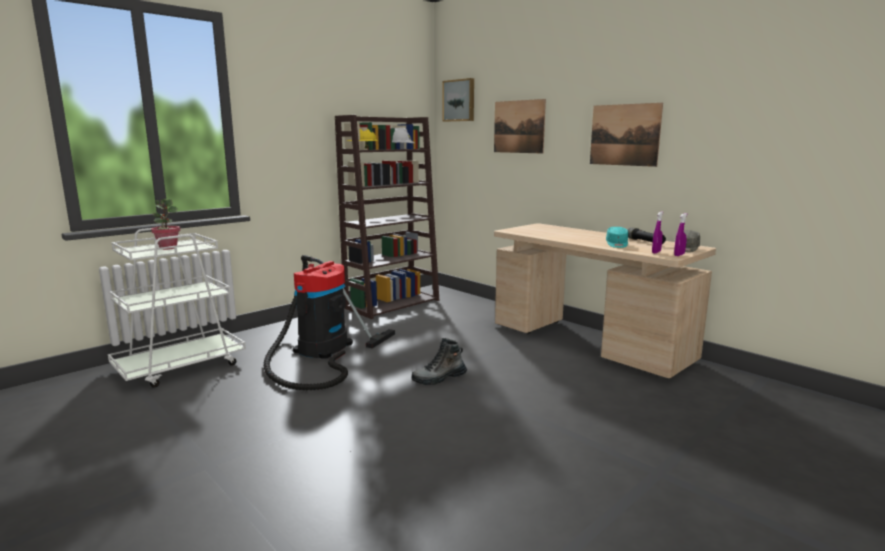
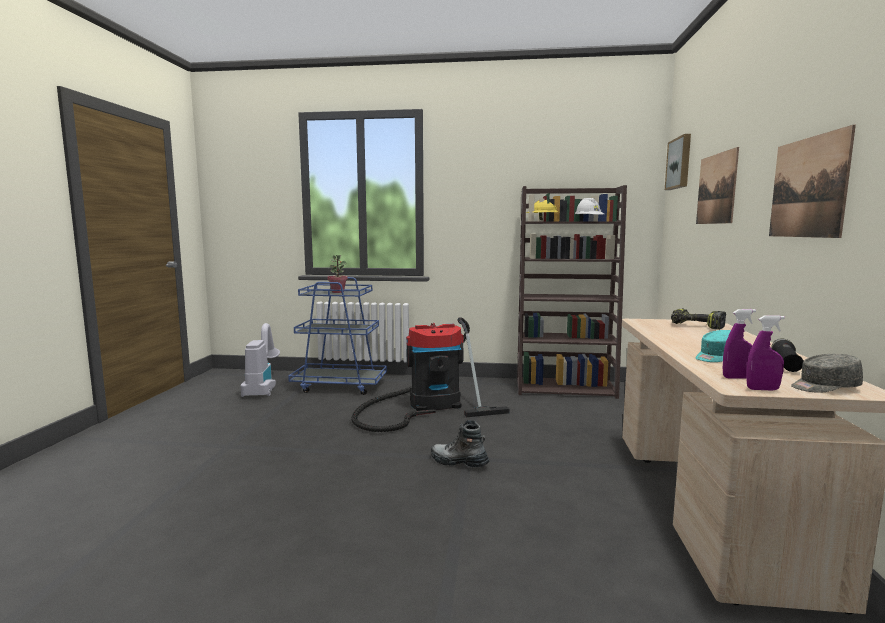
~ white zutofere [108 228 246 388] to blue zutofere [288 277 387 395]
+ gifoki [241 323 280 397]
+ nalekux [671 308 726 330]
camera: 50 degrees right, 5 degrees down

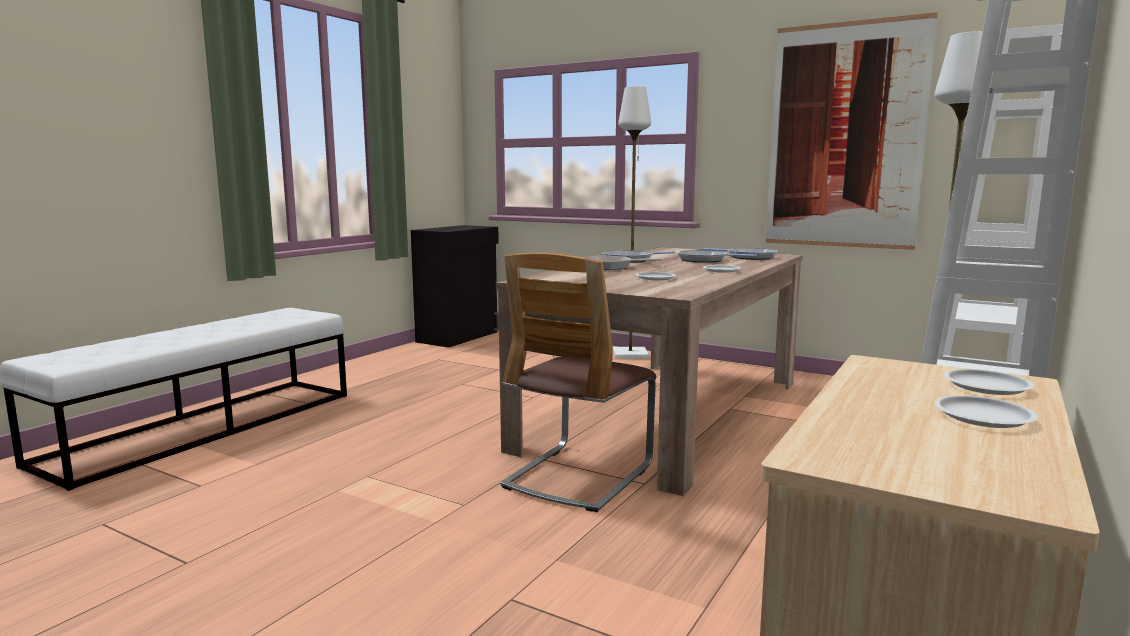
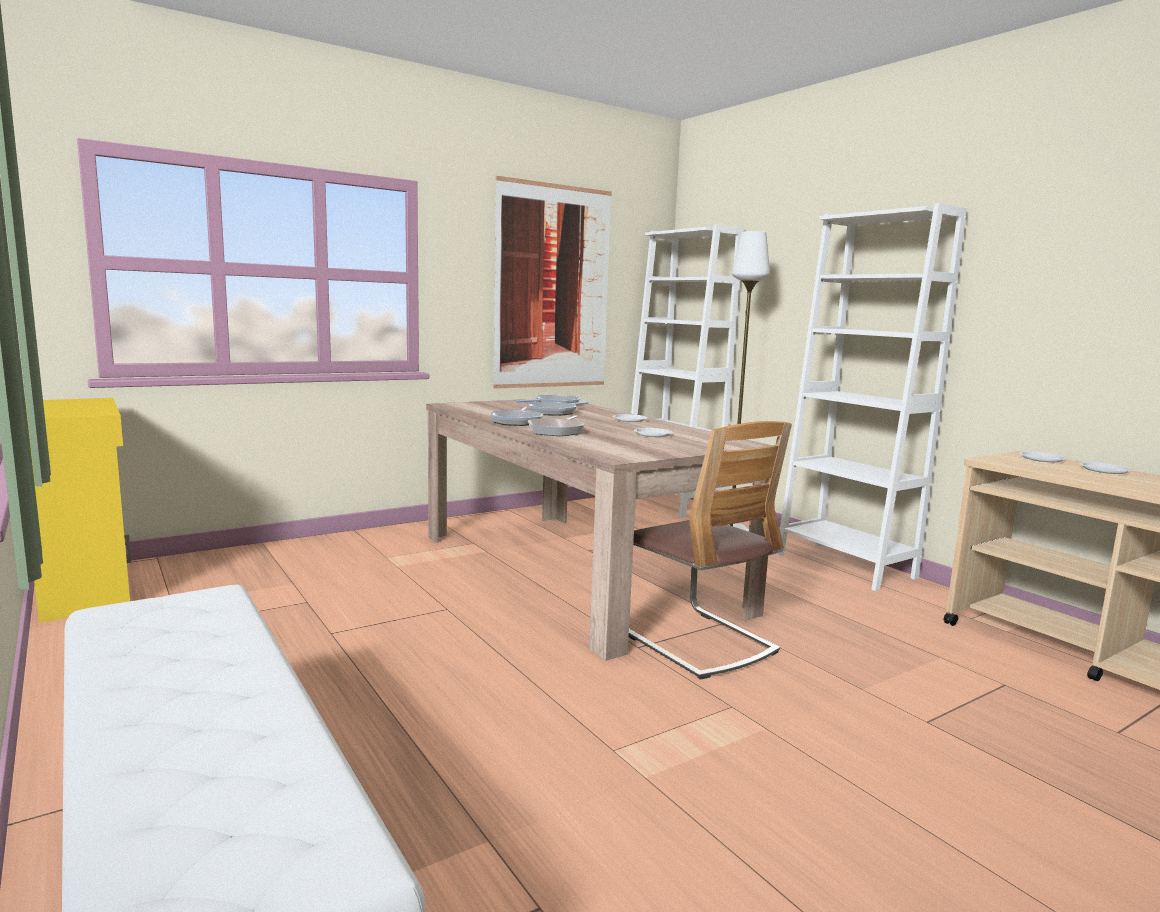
~ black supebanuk [411 225 499 348] to yellow supebanuk [25 398 131 623]
- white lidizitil [613 86 651 359]
camera: 65 degrees left, 0 degrees up

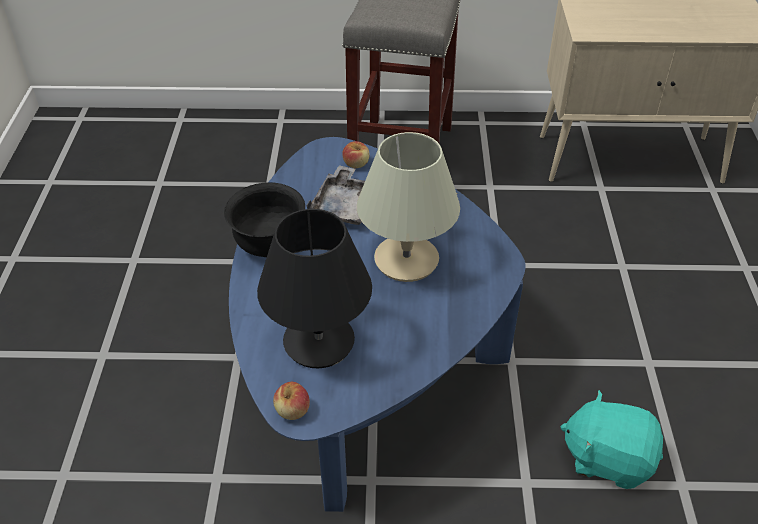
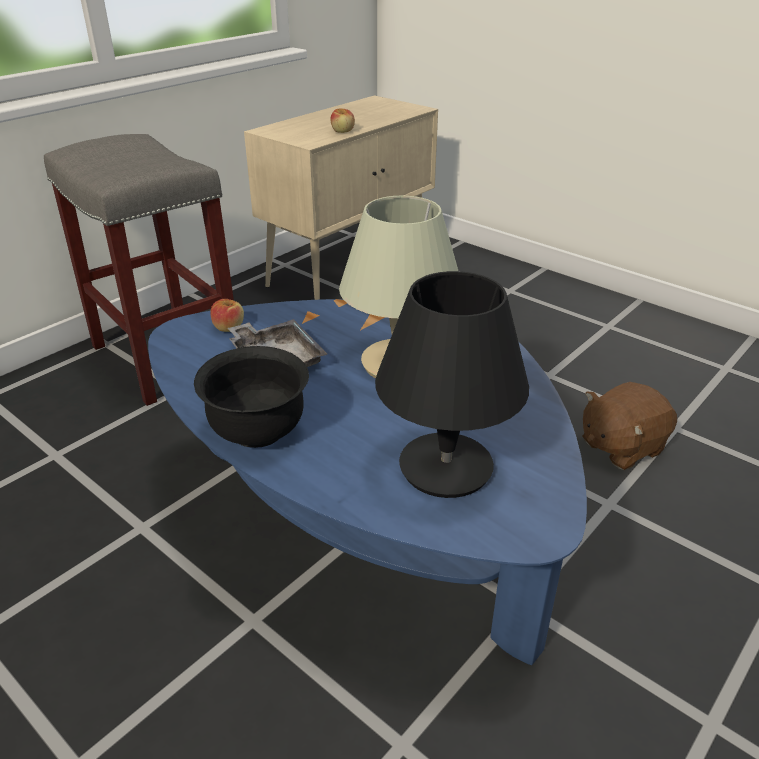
~ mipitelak [273 382 310 420] to [331 109 355 133]
~ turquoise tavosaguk [560 390 663 489] to brown tavosaguk [582 382 677 470]
camera: 50 degrees left, 10 degrees down

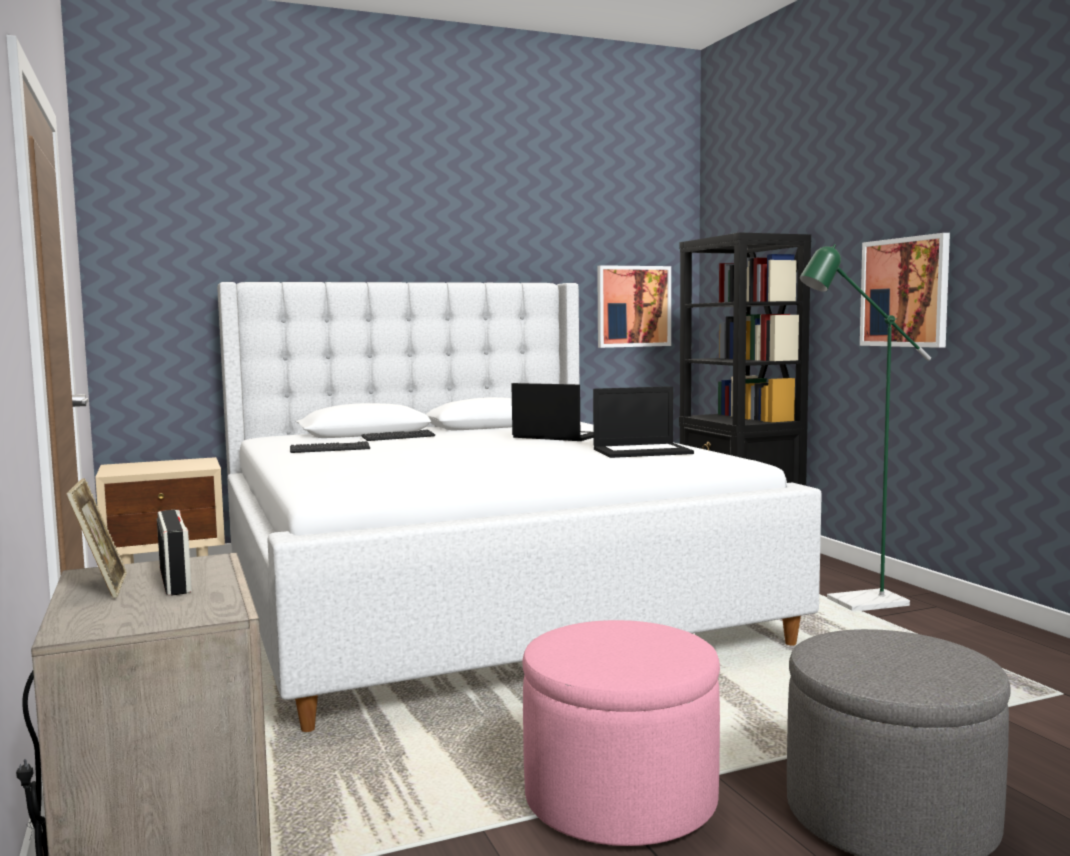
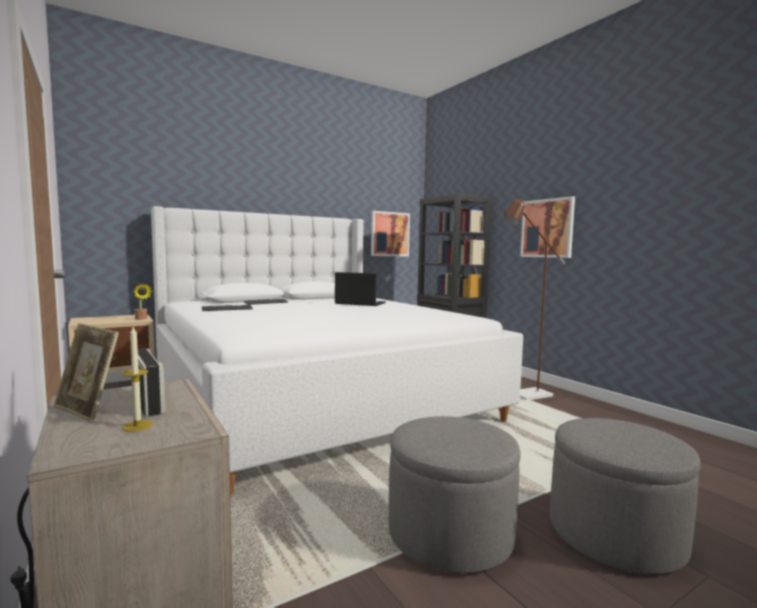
~ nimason [66 478 127 598] = [54 323 119 422] 150 degrees clockwise
~ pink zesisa [522 620 720 846] to grey zesisa [389 416 521 573]
- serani [593 386 694 458]
~ green lidizitil [800 244 931 611] to brown lidizitil [503 198 565 400]
+ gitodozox [122 327 153 432]
+ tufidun [134 283 153 320]
camera: 10 degrees left, 0 degrees up

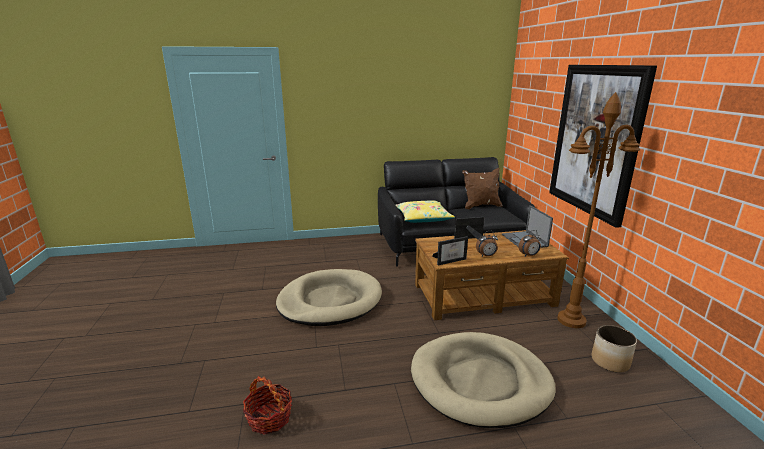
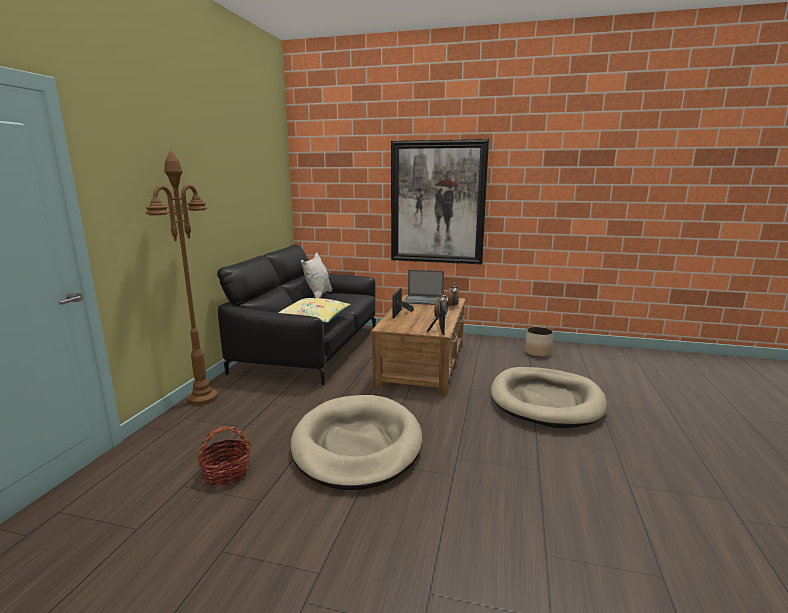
~ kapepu [243 376 292 435] to [197 426 251 486]
~ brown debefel [462 168 502 209] to white debefel [301 252 332 298]
~ brown lidizitil [557 92 640 328] to [146 150 218 405]
camera: 65 degrees left, 5 degrees down

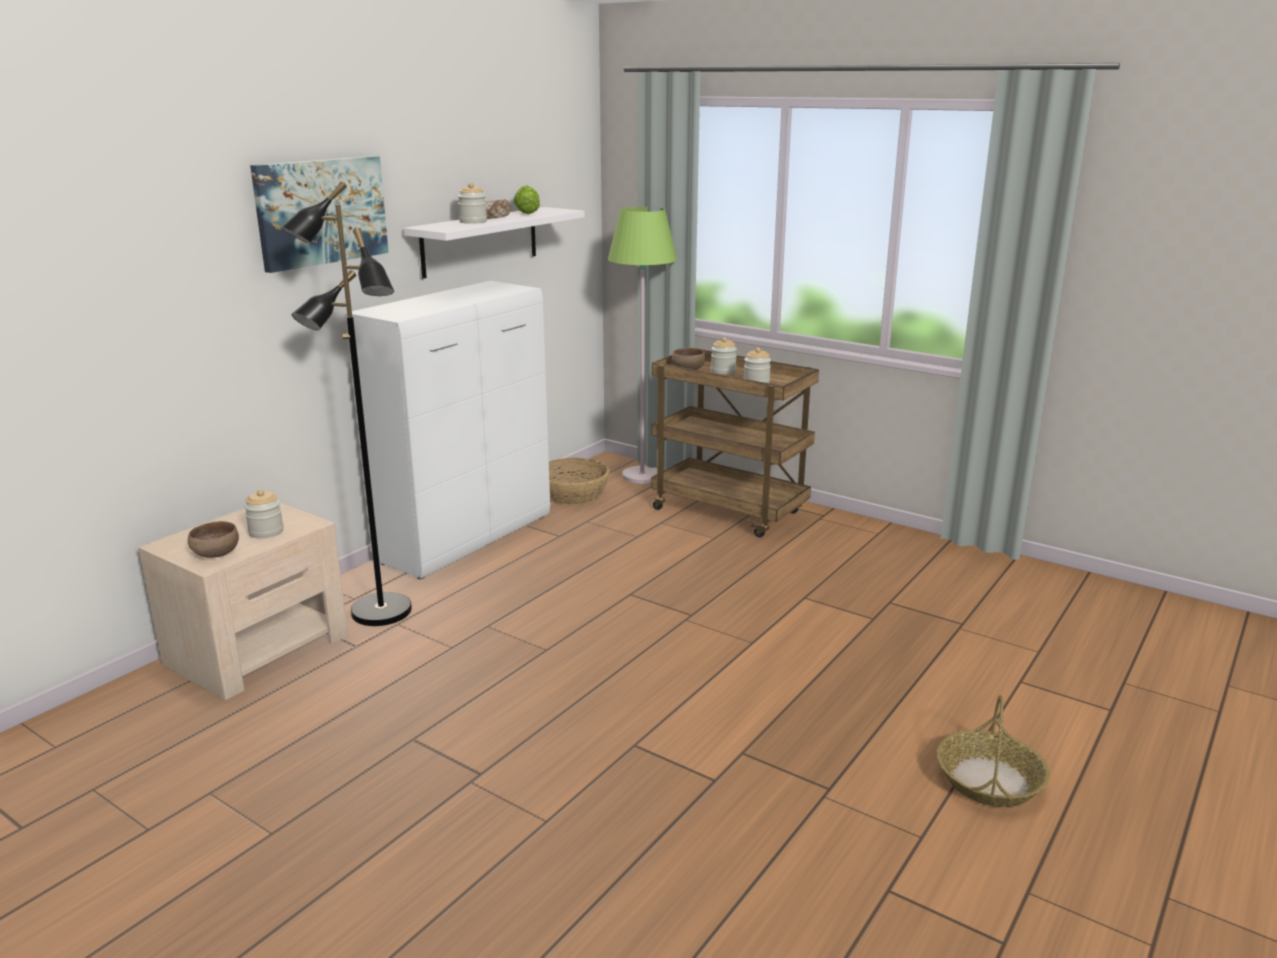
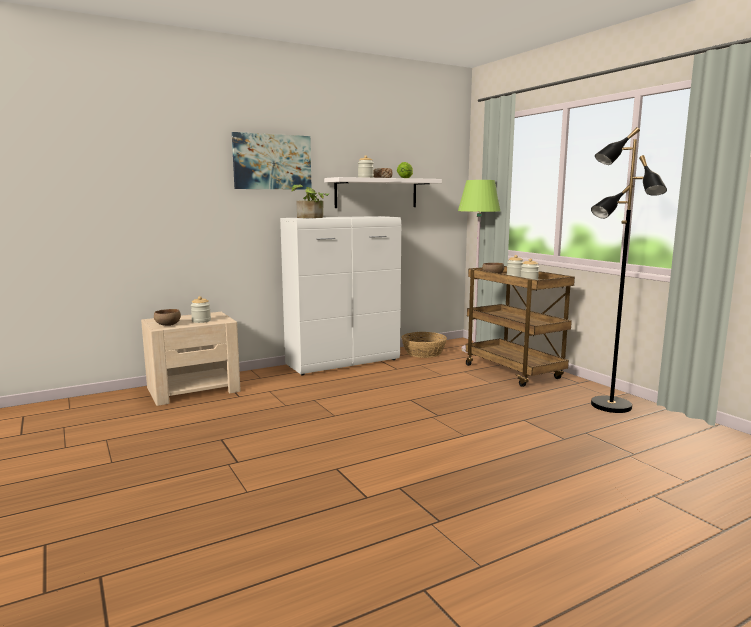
~ black lidizitil [281 181 412 626] to [591 127 667 413]
- kapepu [937 695 1050 807]
+ tufidun [292 184 329 218]
camera: 25 degrees right, 10 degrees down

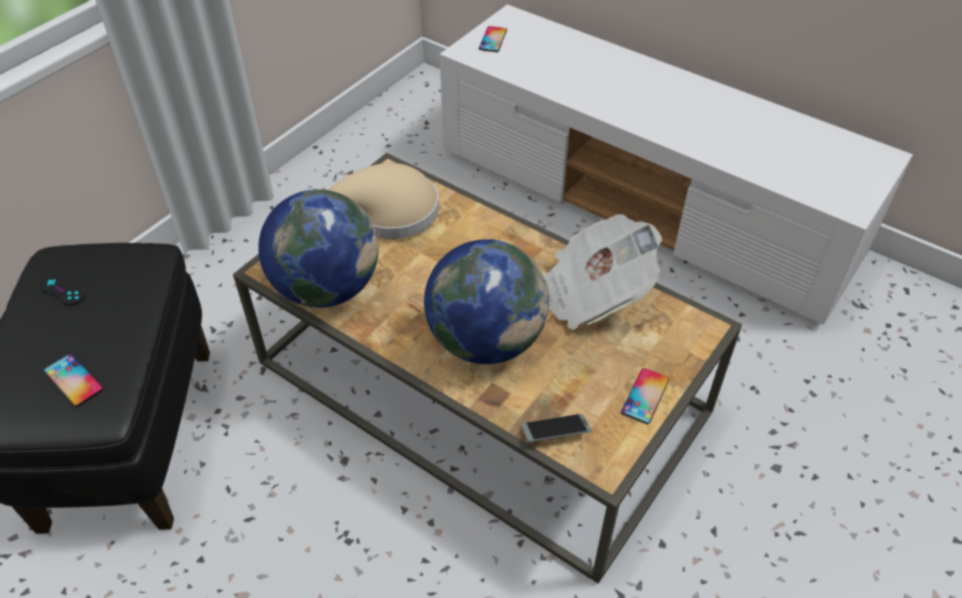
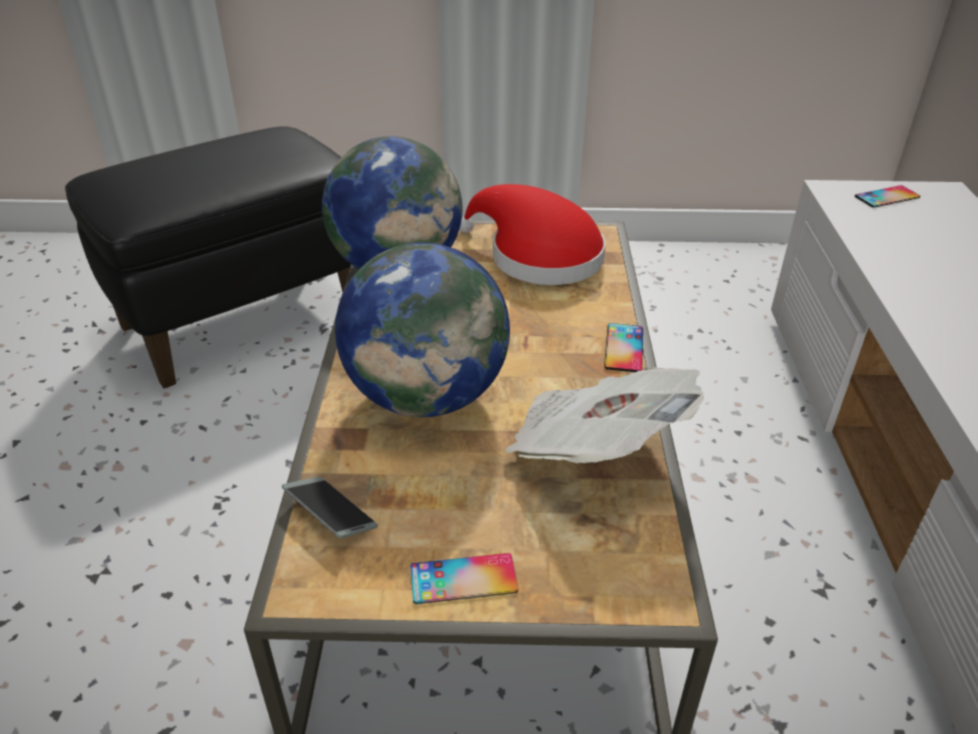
- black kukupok [40 274 86 306]
~ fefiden [44 354 103 407] to [604 323 643 372]
~ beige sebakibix [329 163 439 239] to red sebakibix [459 184 605 285]
camera: 55 degrees right, 10 degrees down

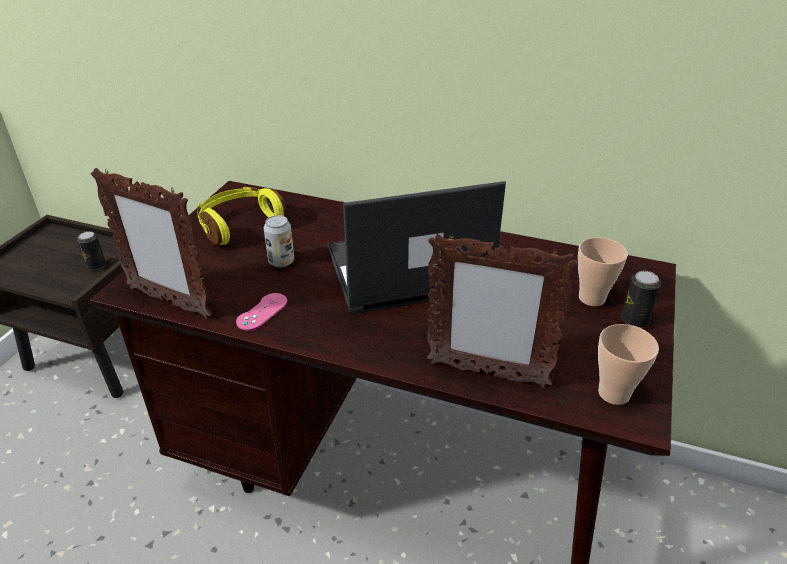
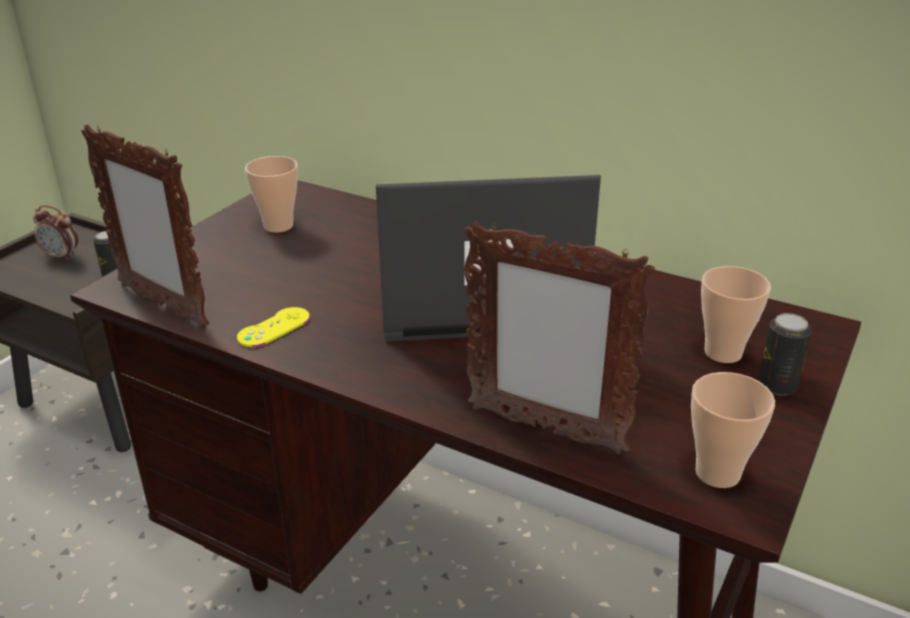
~ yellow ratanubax [197 187 287 245] to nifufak [245 156 298 233]
~ pink kukupok [236 293 288 331] to yellow kukupok [237 307 310 347]
- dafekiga [264 215 294 267]
+ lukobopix [33 205 78 261]
camera: 10 degrees right, 5 degrees down

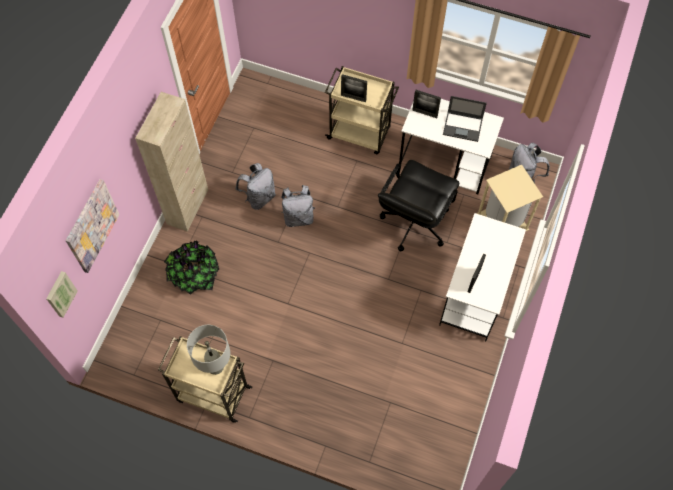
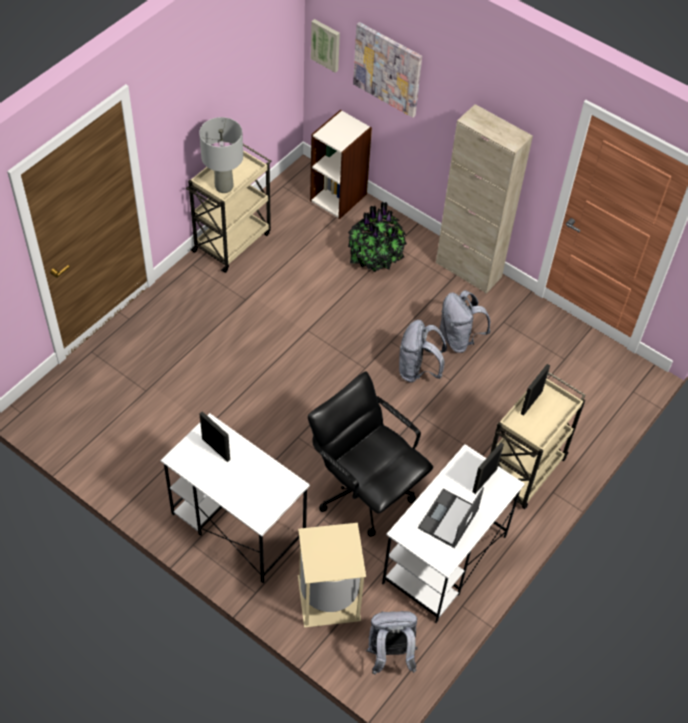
+ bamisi [310 110 372 219]
camera: 105 degrees right, 10 degrees down

